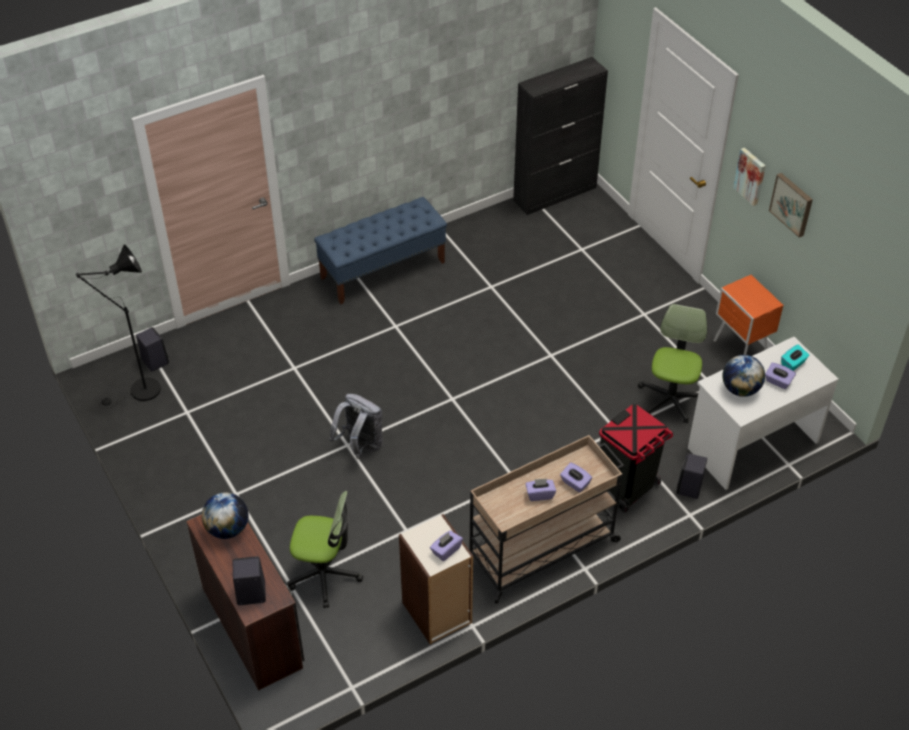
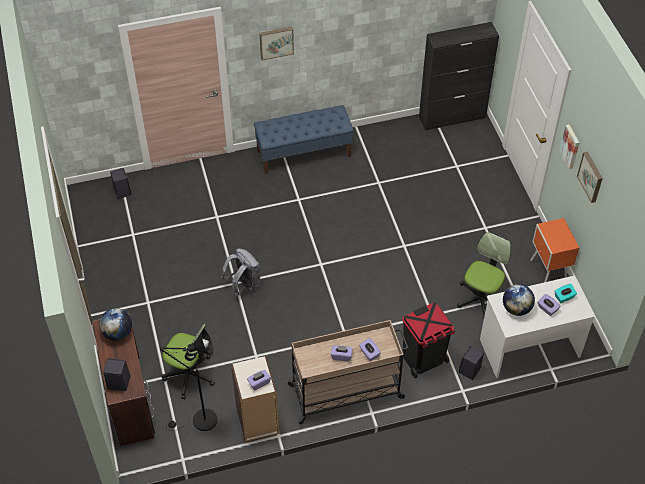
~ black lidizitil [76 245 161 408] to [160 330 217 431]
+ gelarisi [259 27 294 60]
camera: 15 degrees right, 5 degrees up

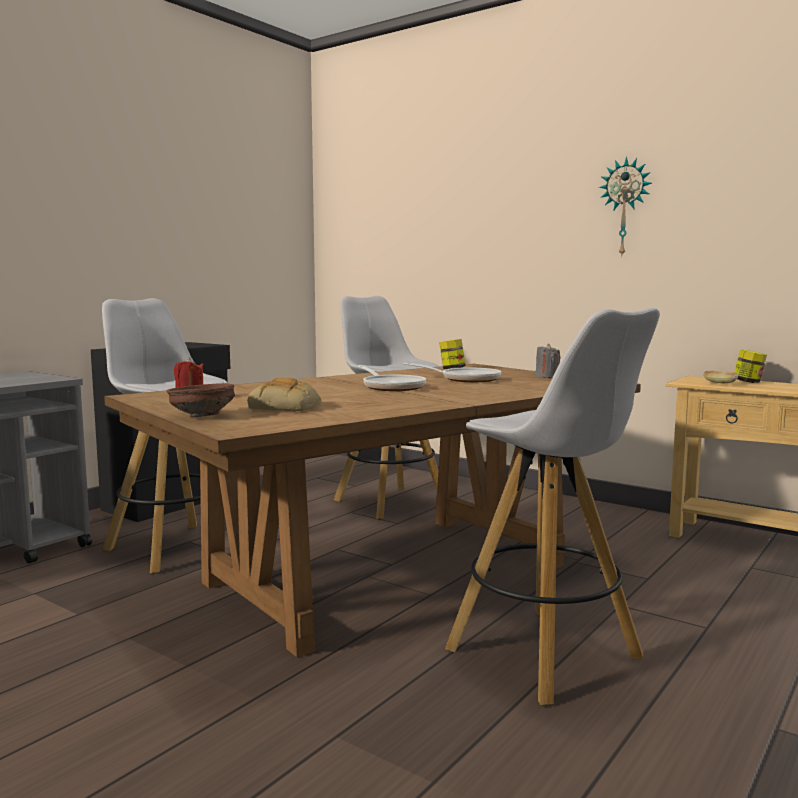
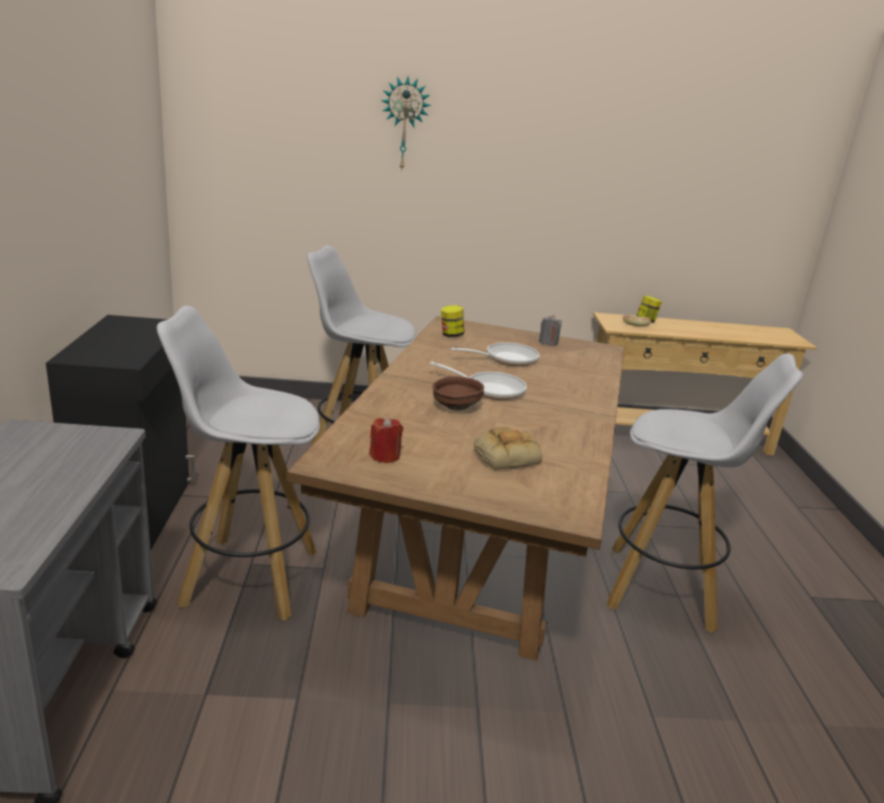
~ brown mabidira [167 383 235 417] to [433 376 484 410]
~ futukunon [599 157 652 257] to [381 76 431 171]
camera: 40 degrees left, 15 degrees up

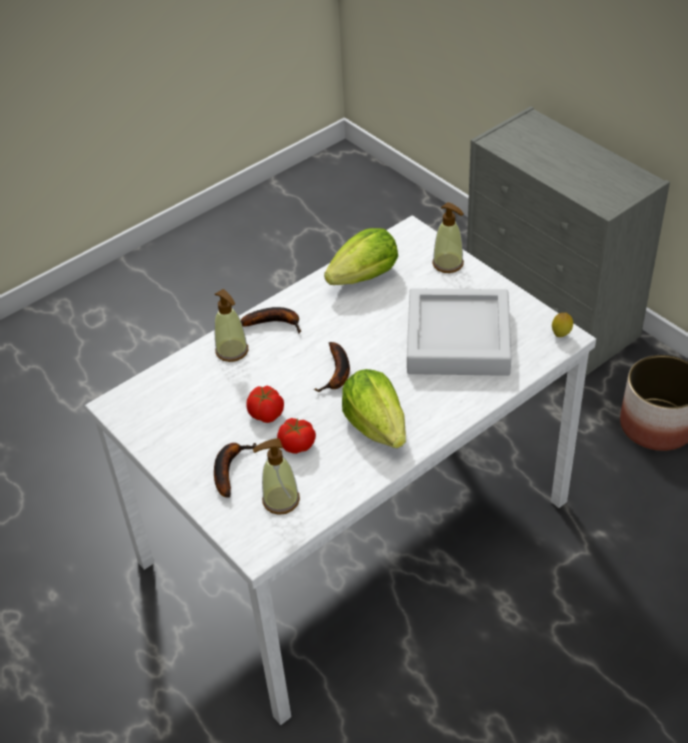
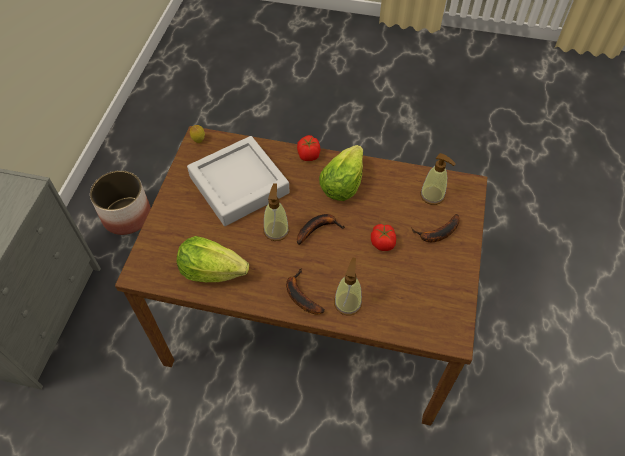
~ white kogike [85 215 596 725] to brown kogike [115 126 487 426]
~ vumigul [277 418 316 454] to [297 135 321 161]
~ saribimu [432 202 464 273] to [263 183 289 241]
camera: 130 degrees left, 10 degrees up

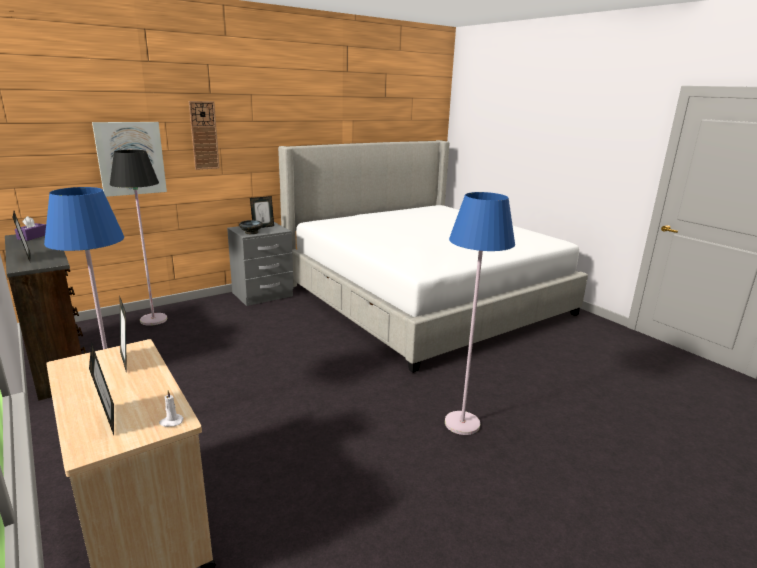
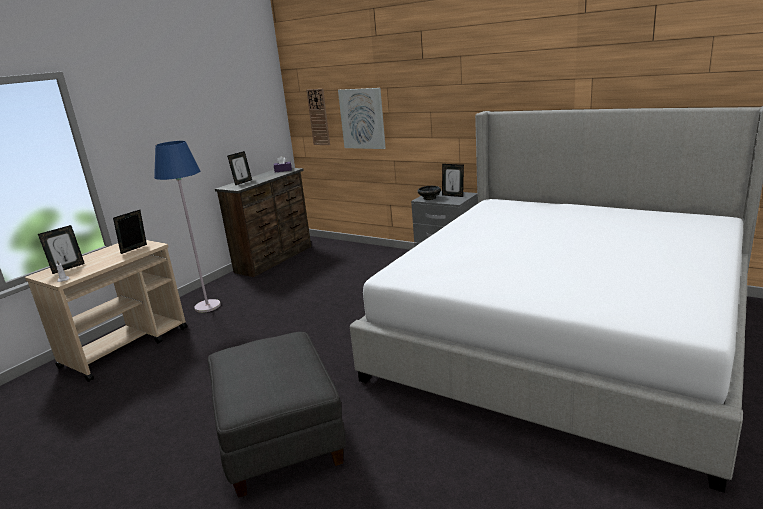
- black lidizitil [110 150 167 326]
~ futukunon [189 101 220 170] to [306 89 330 145]
~ blue lidizitil [445 192 515 435] to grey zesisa [208 332 346 498]
camera: 70 degrees right, 0 degrees up

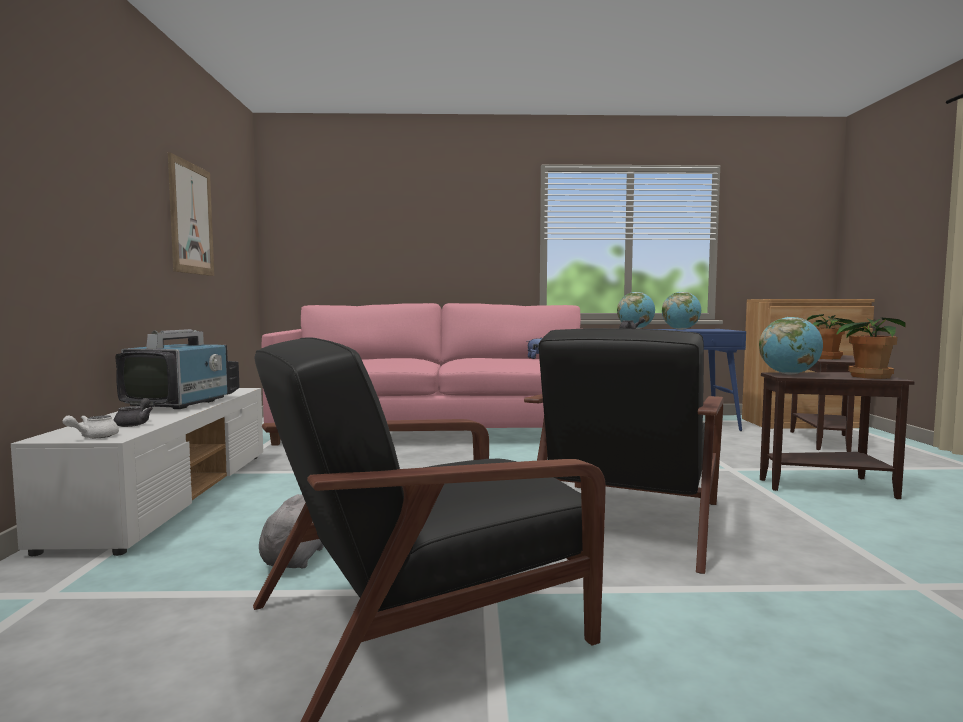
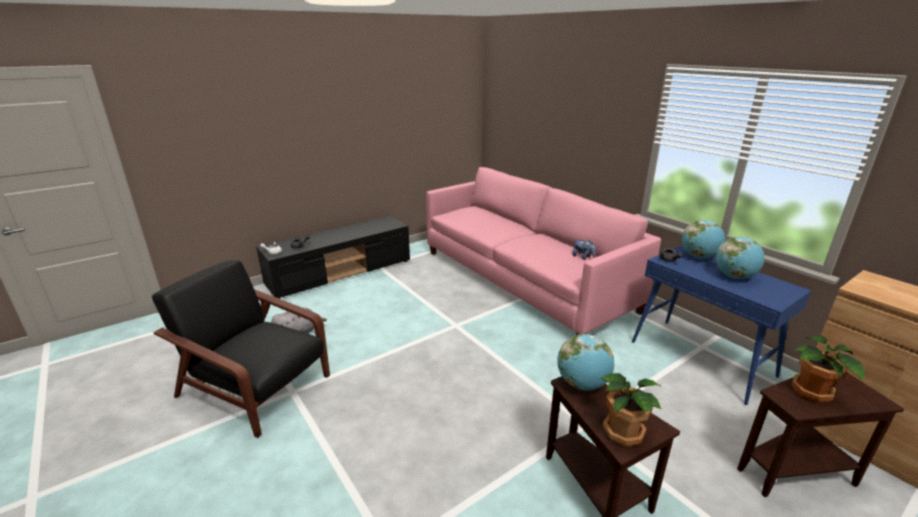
~ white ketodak [11 388 263 556] to black ketodak [256 216 410 299]
- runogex [116 329 240 409]
- gelarisi [168 152 214 276]
- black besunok [524 328 723 574]
camera: 55 degrees right, 20 degrees up

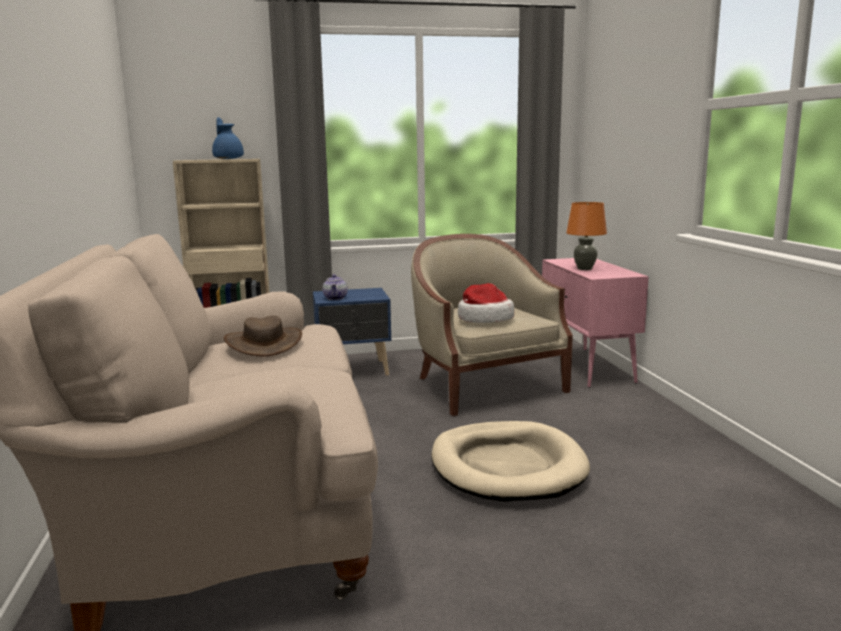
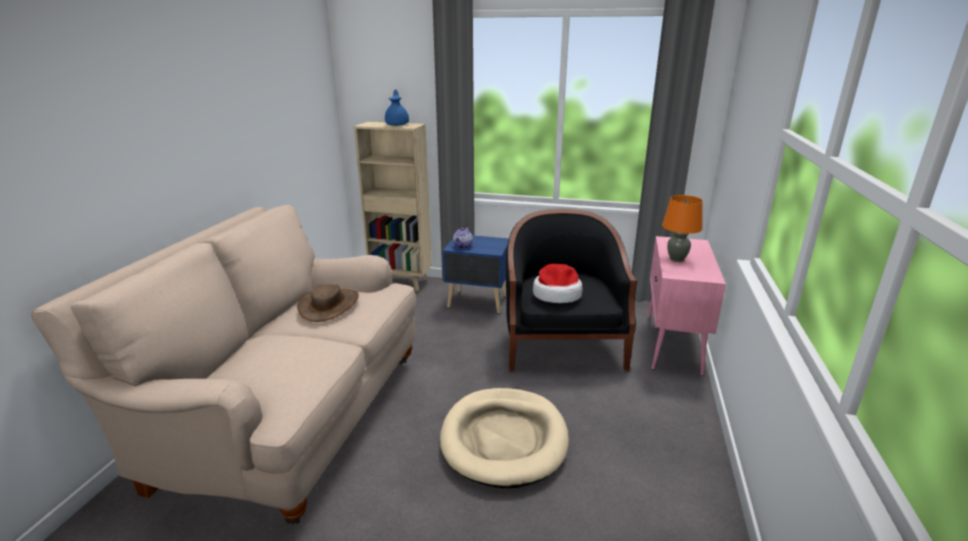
~ beige besunok [411 234 573 416] to black besunok [506 209 637 371]
camera: 25 degrees right, 10 degrees up

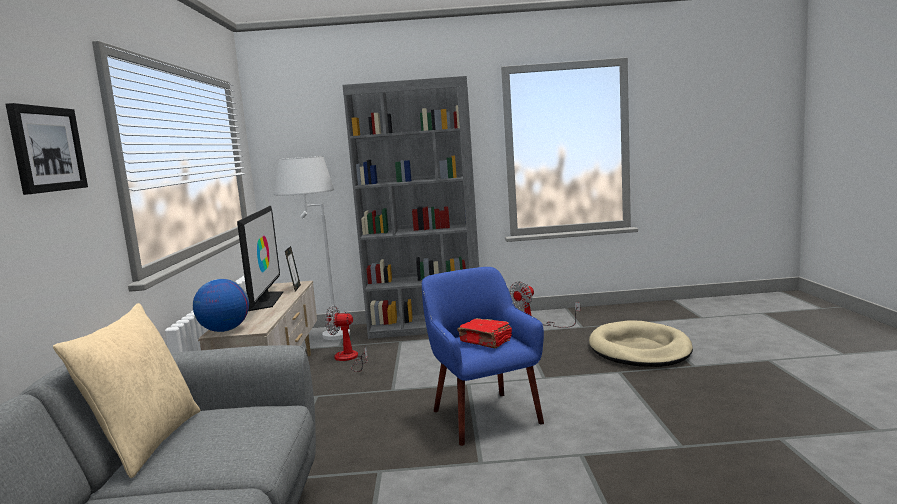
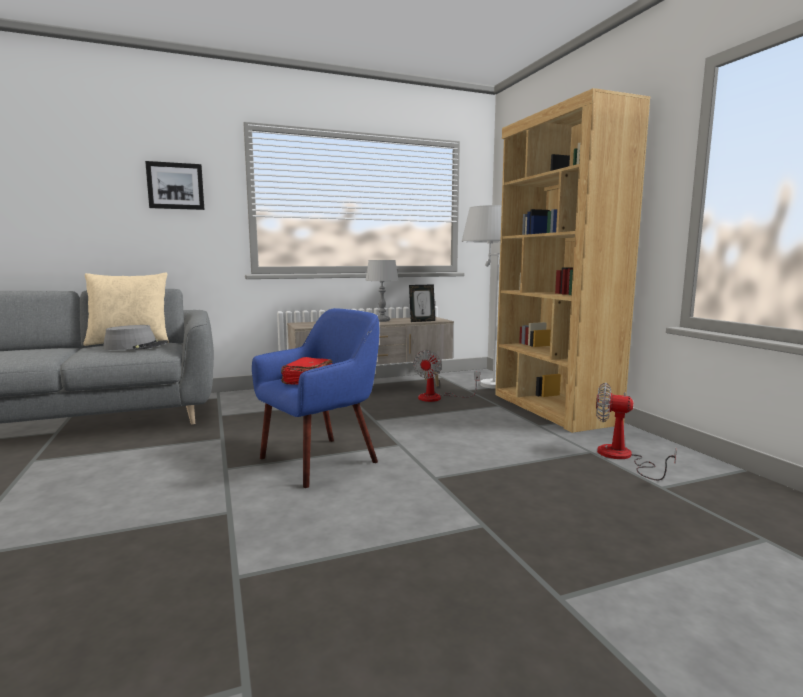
- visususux [193 279 249 332]
~ runogex [237 206 283 311] to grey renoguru [365 260 399 322]
~ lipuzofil [325 305 368 372] = [413 350 480 402] 150 degrees counterclockwise
~ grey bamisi [342 76 479 339] to brown bamisi [495 88 650 433]
- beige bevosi [589 320 693 367]
+ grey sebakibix [103 325 168 350]
camera: 70 degrees right, 0 degrees up

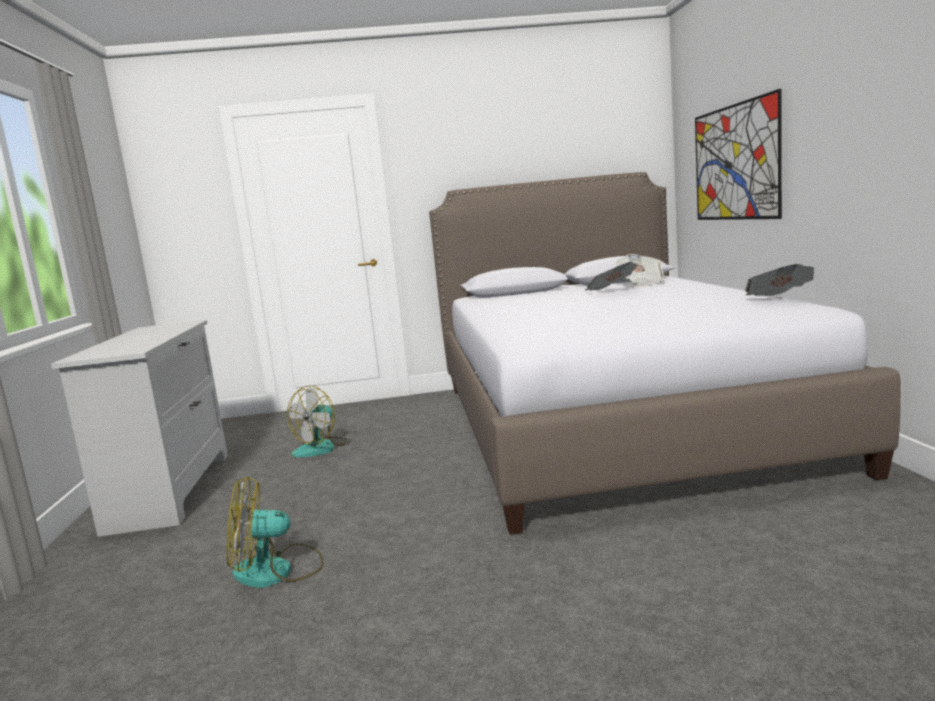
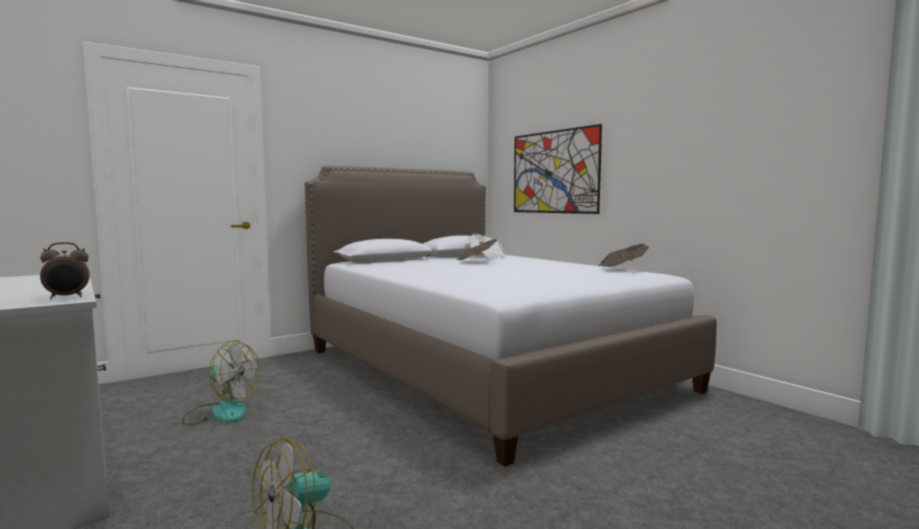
~ lipuzofil [287 385 348 457] = [182 341 260 425] 75 degrees counterclockwise
+ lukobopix [40 242 90 299]
camera: 30 degrees left, 5 degrees down

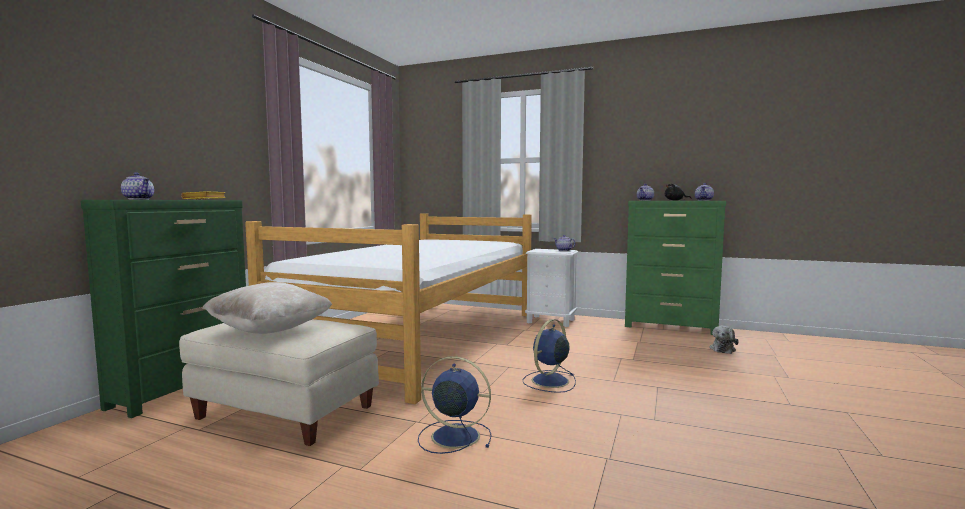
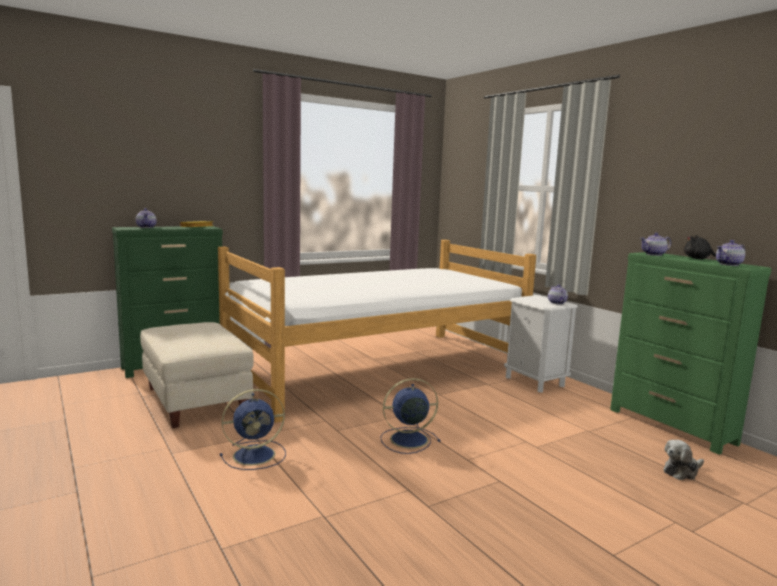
- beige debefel [202 282 332 334]
~ blue lipuzofil [418 356 492 454] = [220 389 286 470] 105 degrees clockwise
camera: 35 degrees right, 5 degrees up

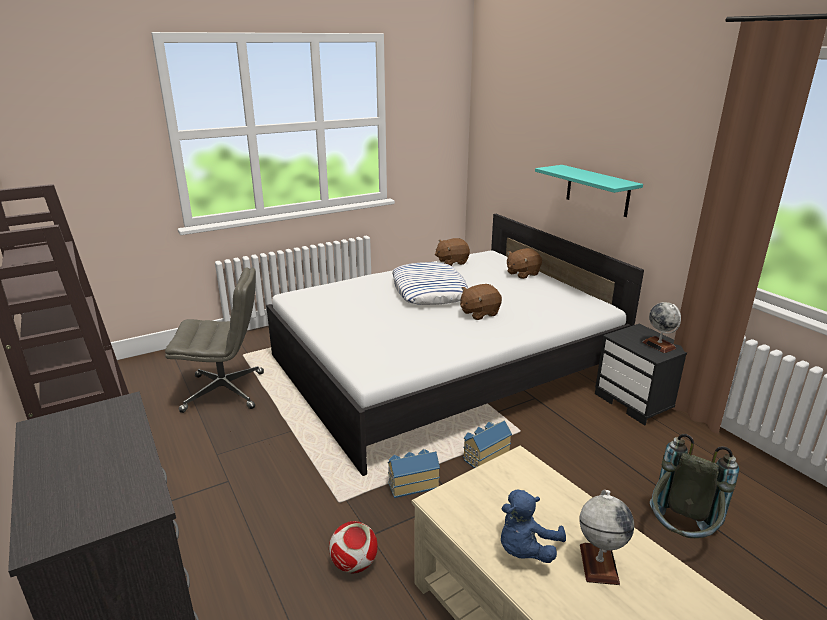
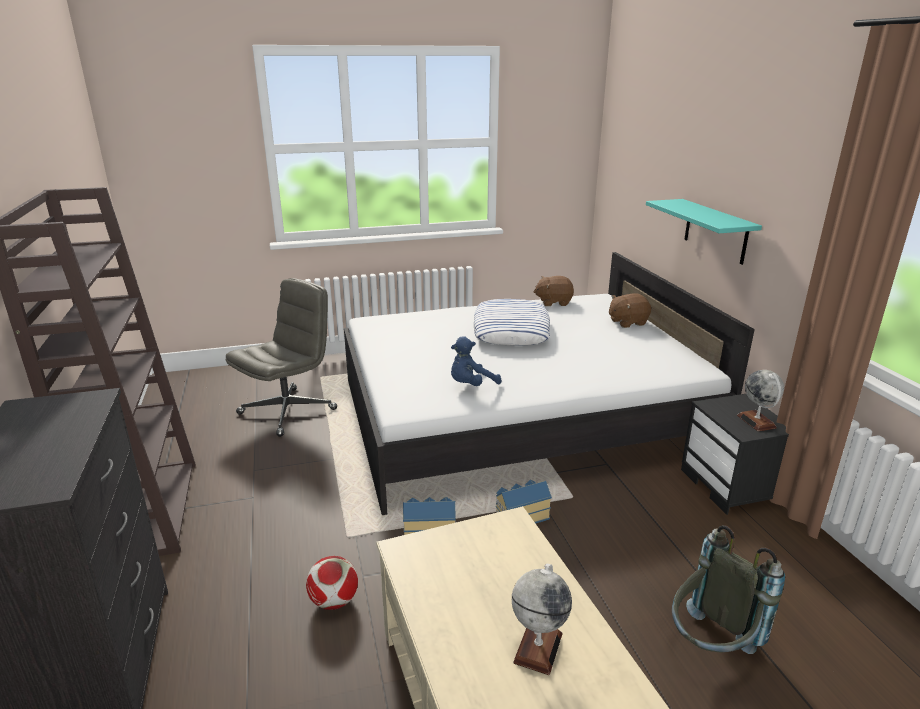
~ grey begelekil [165 267 264 413] = [226 278 337 437] 60 degrees counterclockwise
- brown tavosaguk [460 284 502 320]
~ blue tavosaguk [501 490 566 563] to [451 336 501 386]
camera: 15 degrees right, 0 degrees up

